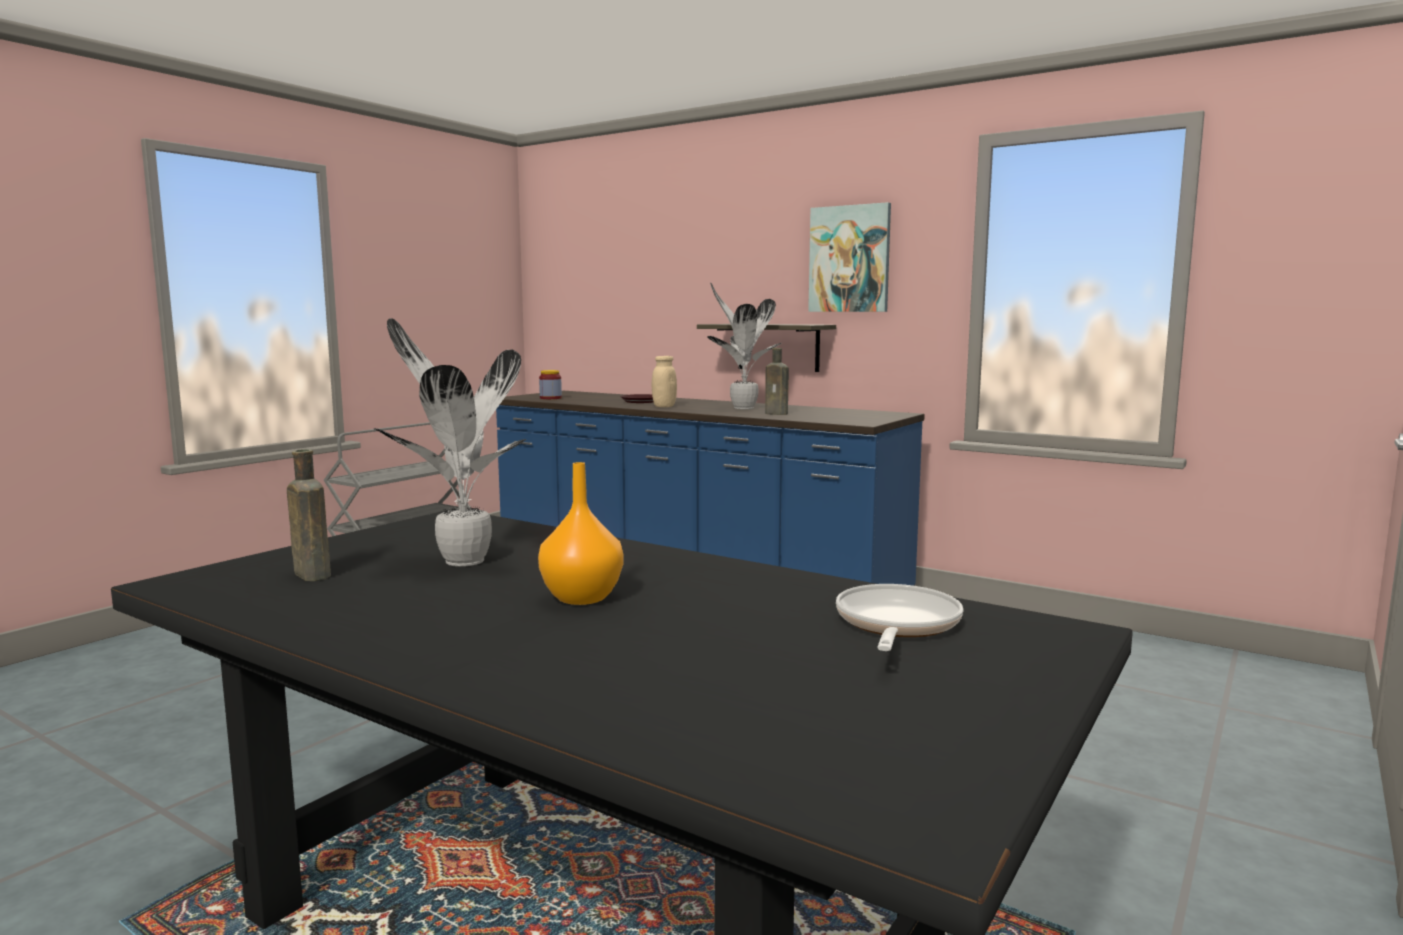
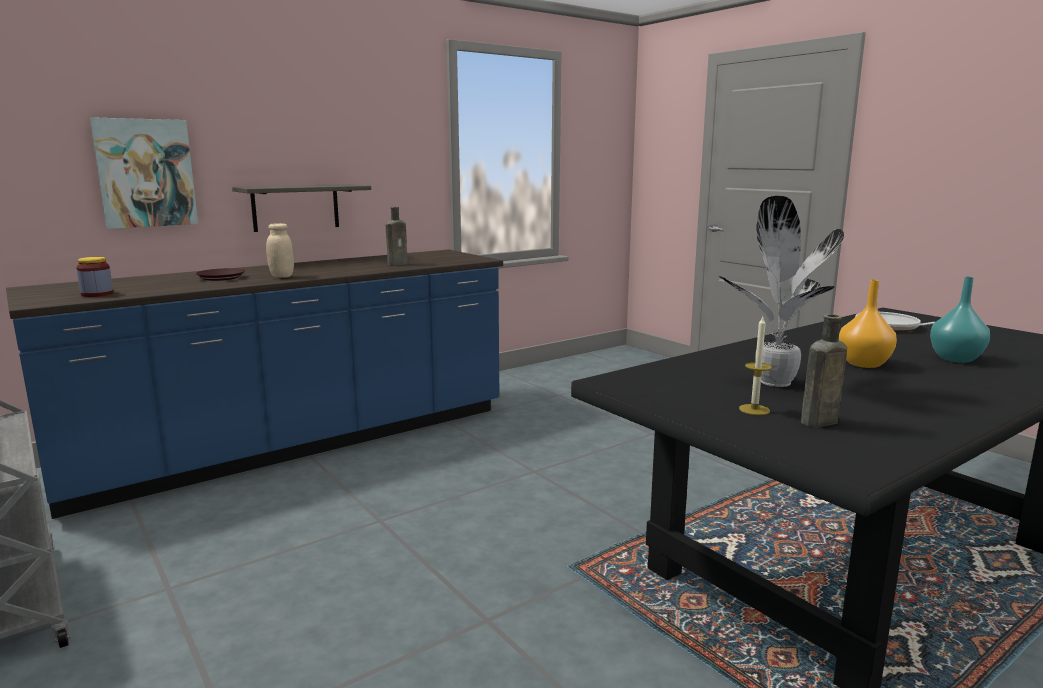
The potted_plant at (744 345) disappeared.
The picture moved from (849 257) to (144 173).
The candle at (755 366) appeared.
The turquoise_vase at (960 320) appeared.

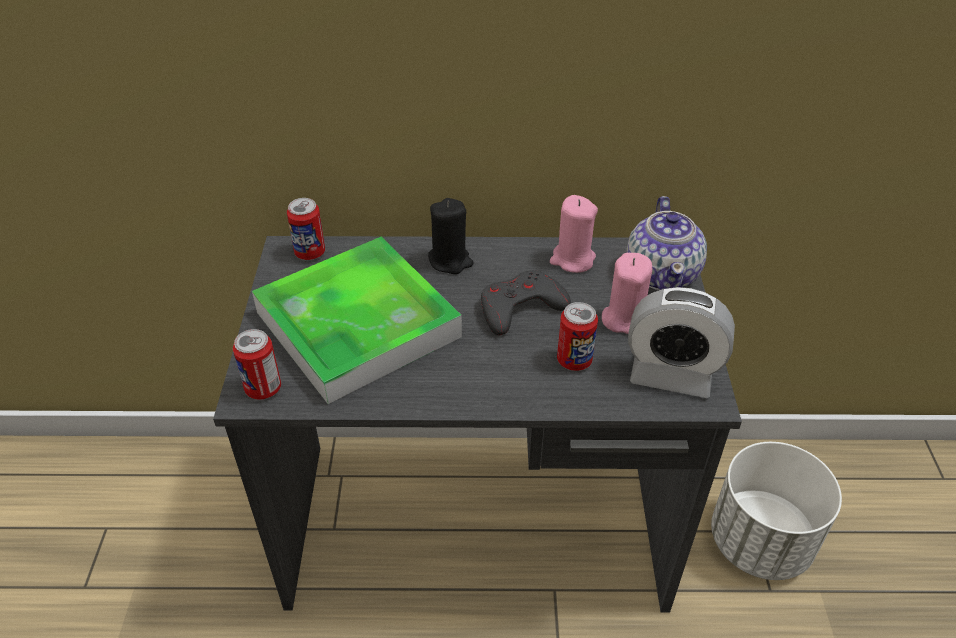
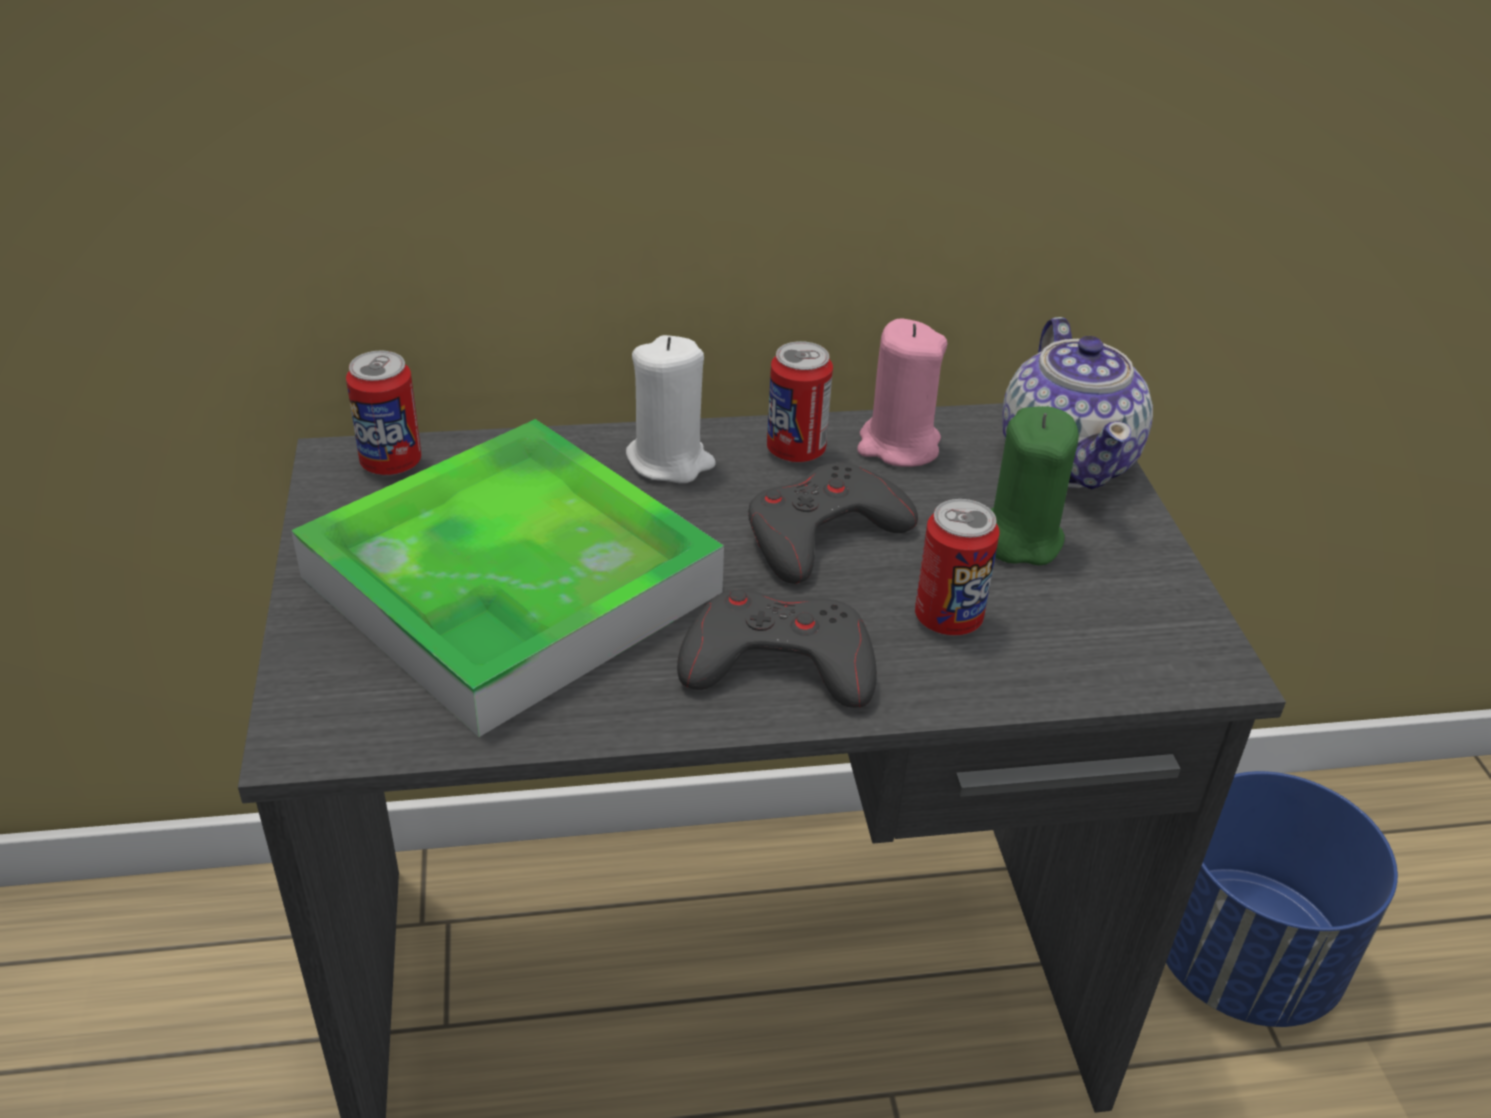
The can moved from (257 364) to (800 402).
The black_candle at (451 236) became the white_candle at (671 409).
The pink_candle at (627 293) became the green_candle at (1035 485).
The alarm_clock at (681 342) disappeared.
The white_planter at (776 511) became the blue_planter at (1282 899).
The grey_game_controller at (777 649) appeared.

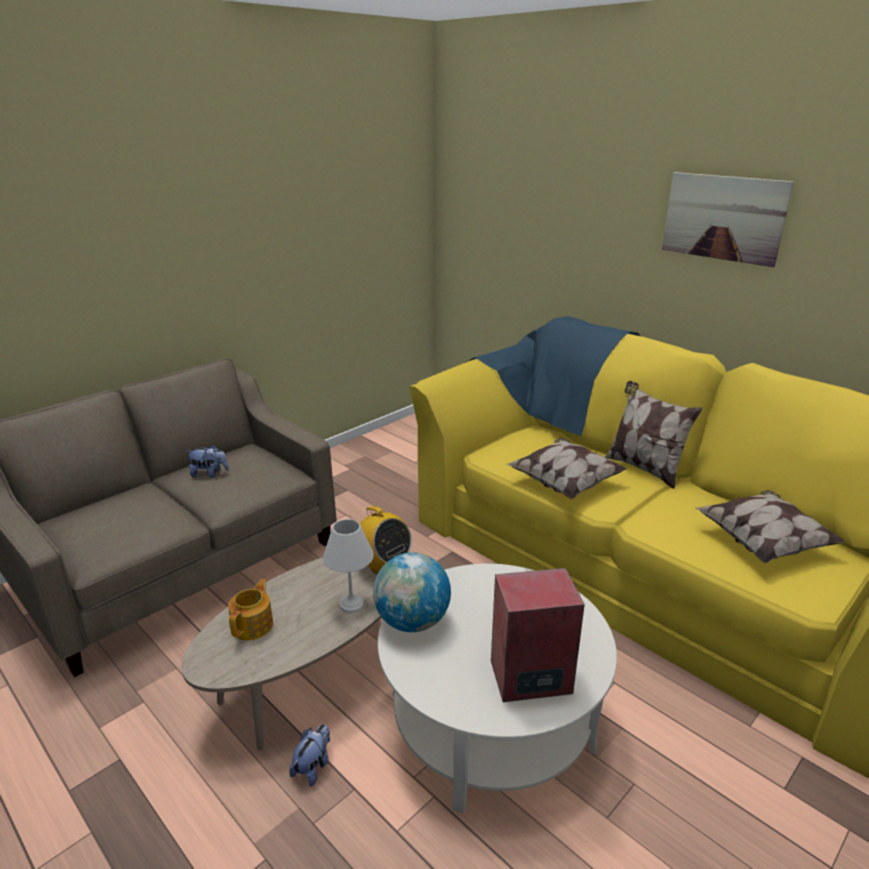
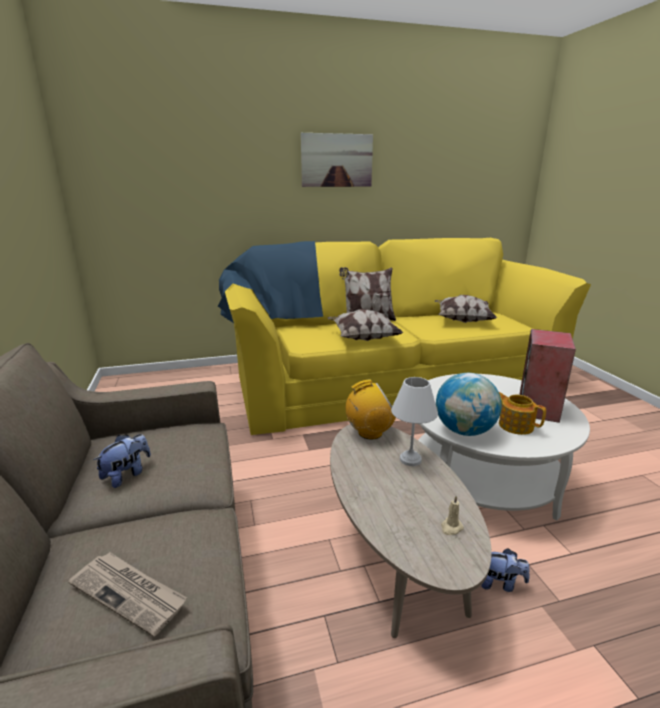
The teapot moved from (250 609) to (522 413).
The plush_toy at (309 755) turned 135 degrees clockwise.
The newspaper at (128 594) appeared.
The beige_candle at (452 515) appeared.

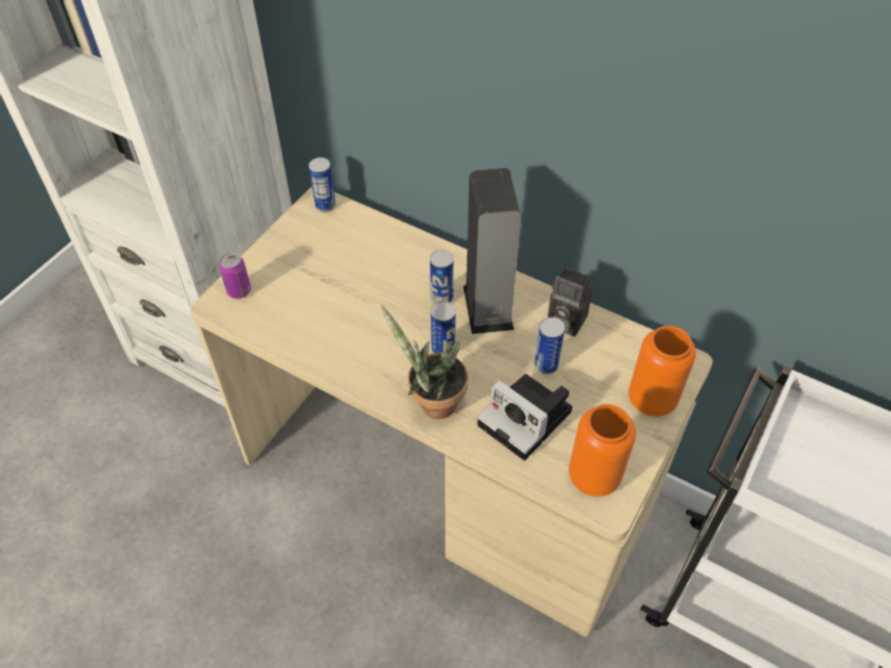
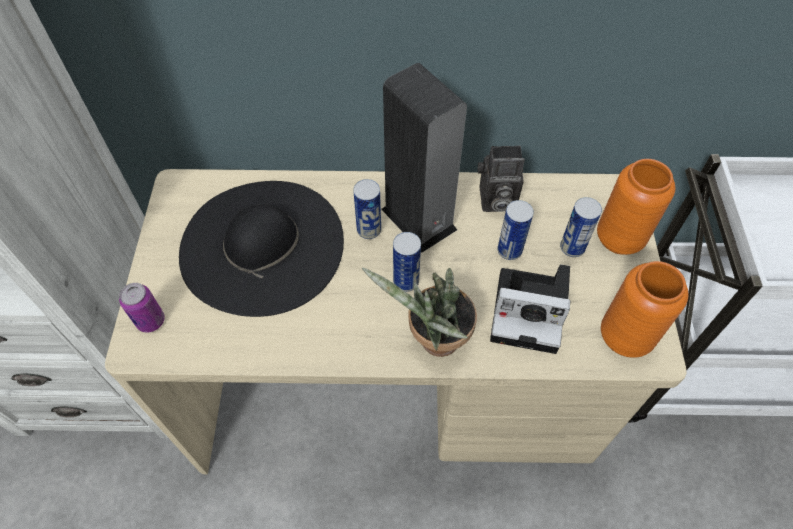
The can moved from (322 184) to (581 227).
The black_hat at (261 249) appeared.

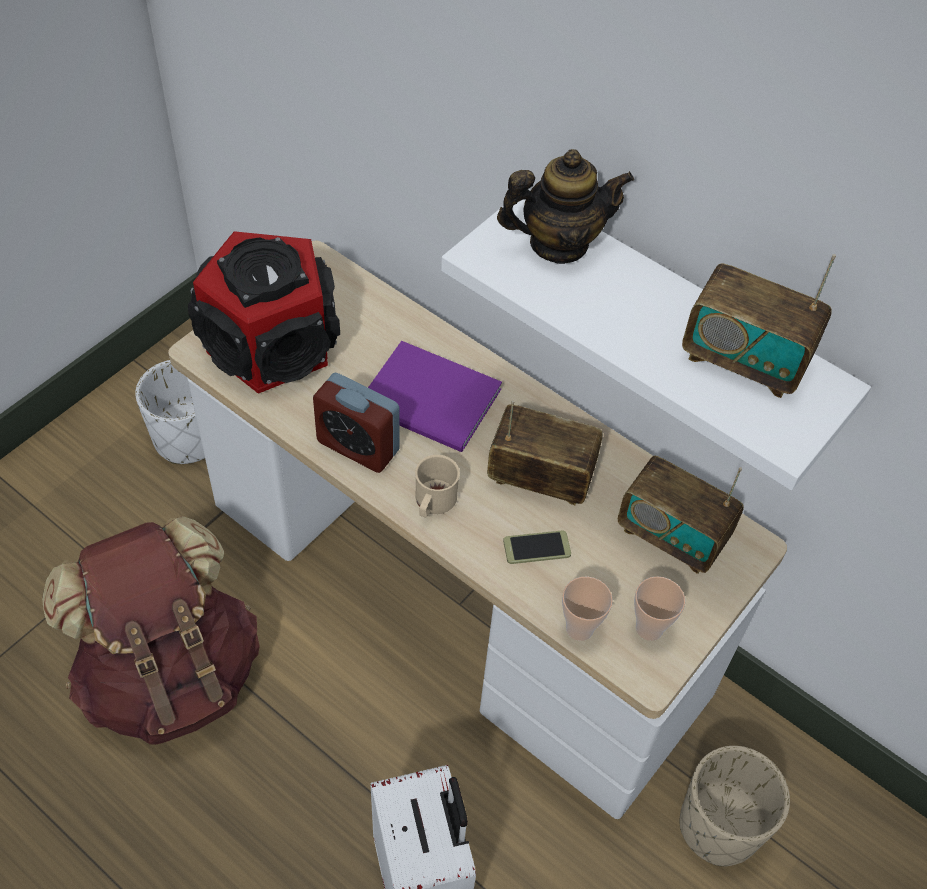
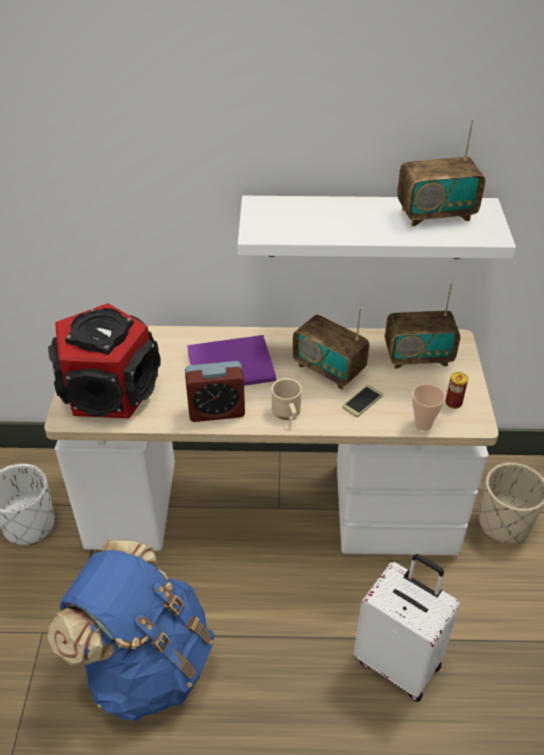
The brown_backpack at (151 630) became the blue_backpack at (131 631).
The radio at (545 452) turned 120 degrees counterclockwise.
The teapot at (565 206) disappeared.
The cup at (659 608) was replaced by the can at (456 390).

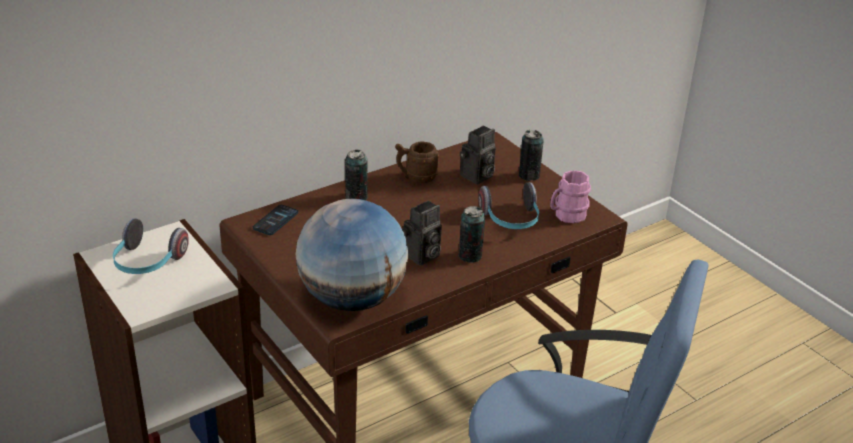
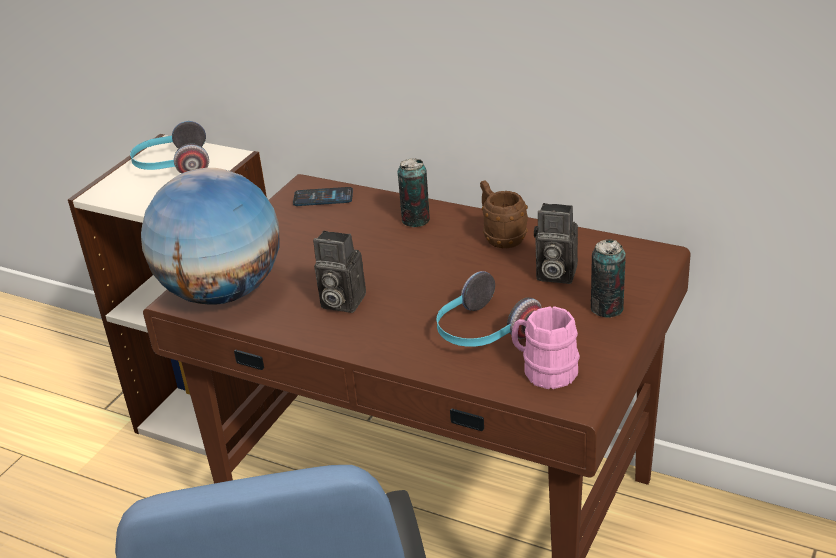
The can at (471 234) disappeared.

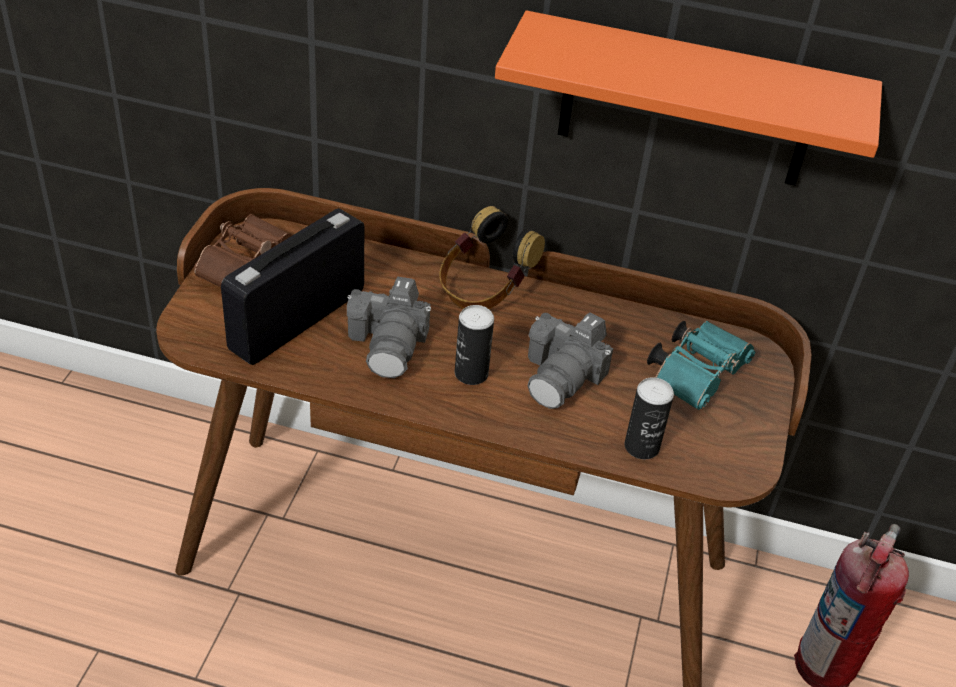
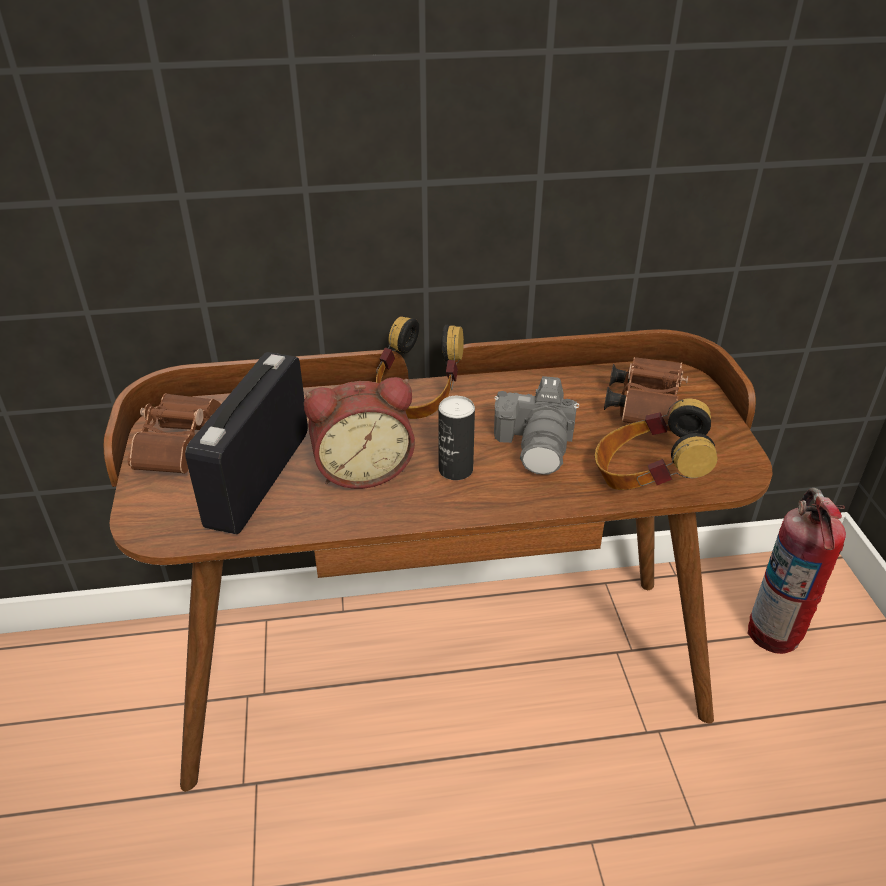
The photo_camera at (389 327) was replaced by the alarm_clock at (359 433).
The orange_shelf at (688 97) disappeared.
The can at (649 418) was replaced by the headphones at (656 444).
The turquoise_binoculars at (701 365) became the brown_binoculars at (646 394).

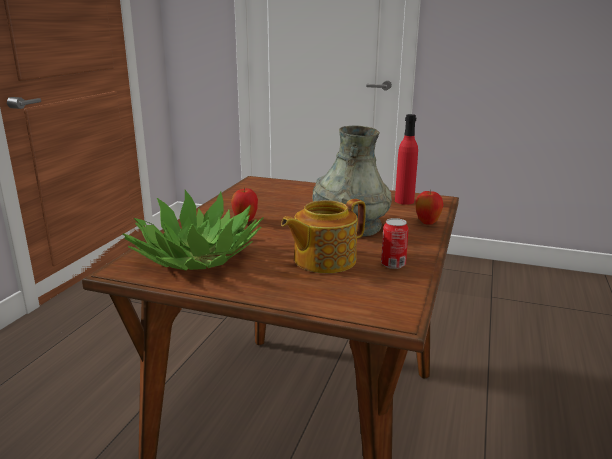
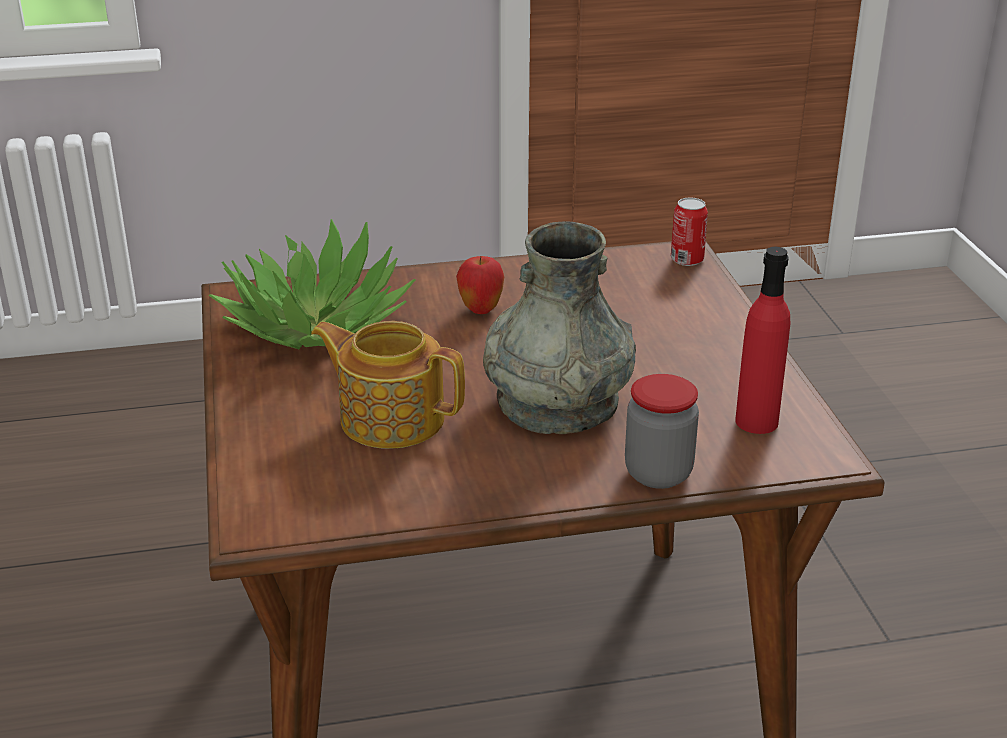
The can moved from (395 243) to (689 232).
The apple at (430 208) was replaced by the jar at (662 431).

